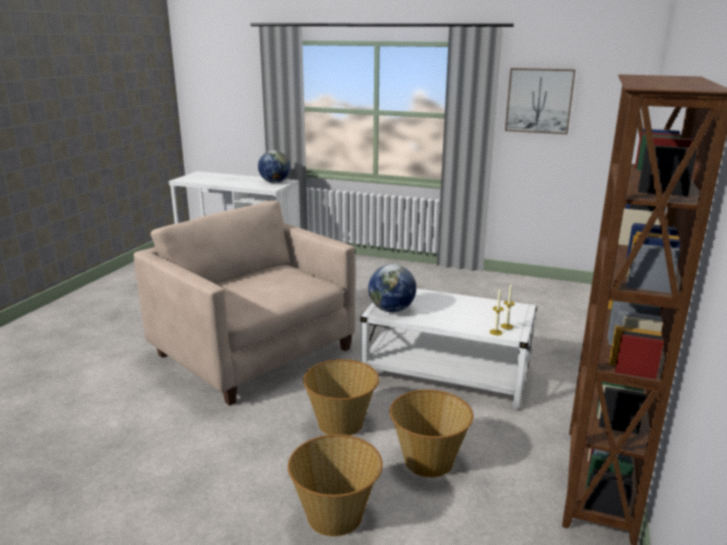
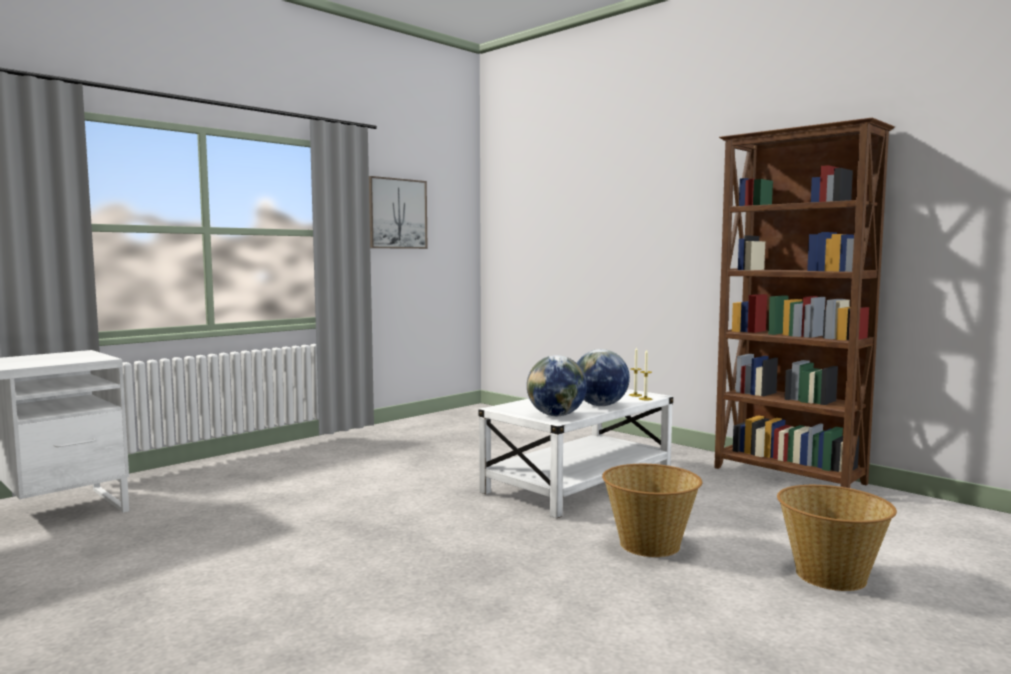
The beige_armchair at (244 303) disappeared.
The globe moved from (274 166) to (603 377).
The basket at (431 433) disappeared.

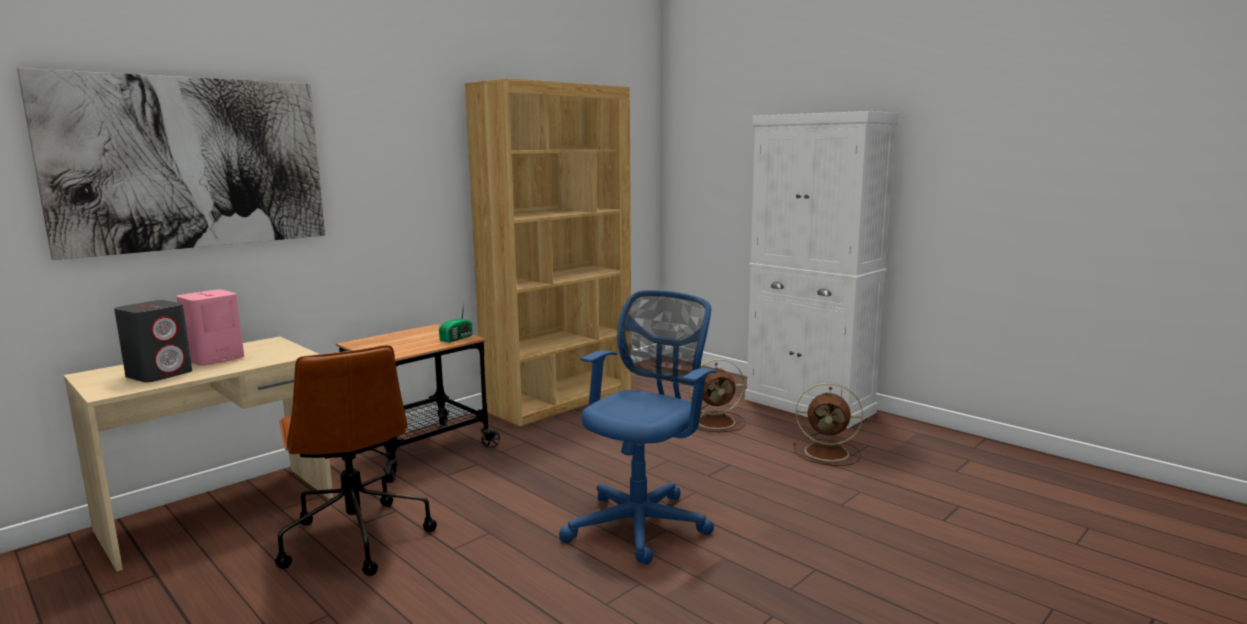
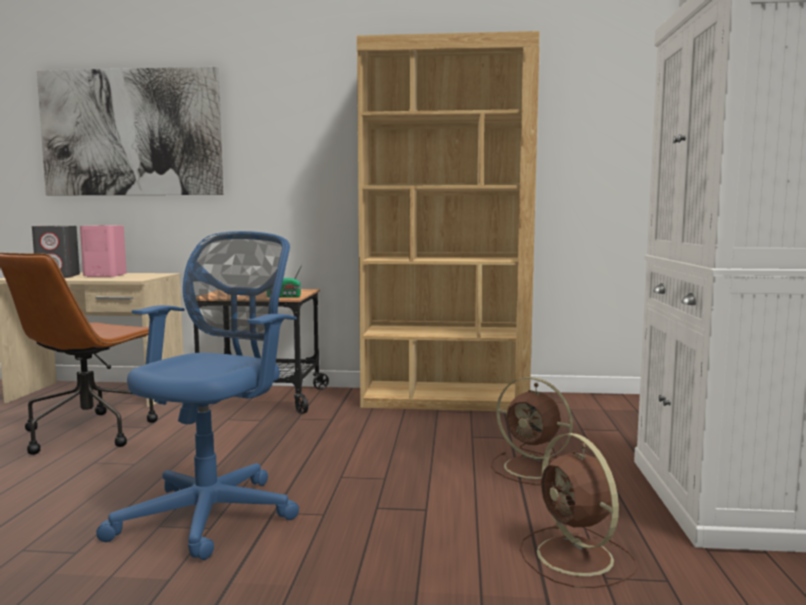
The blue_office_chair at (638 427) turned 60 degrees counterclockwise.

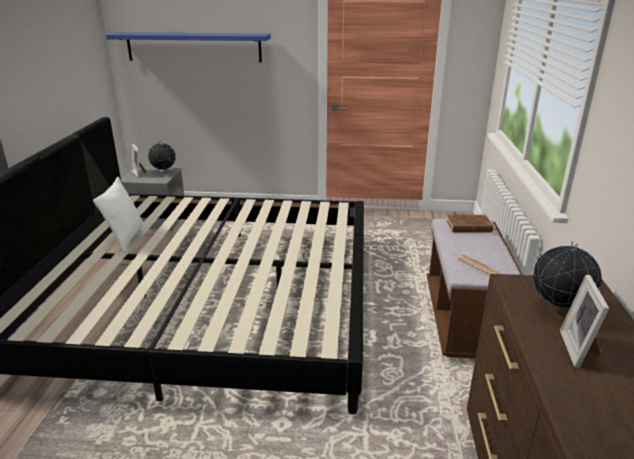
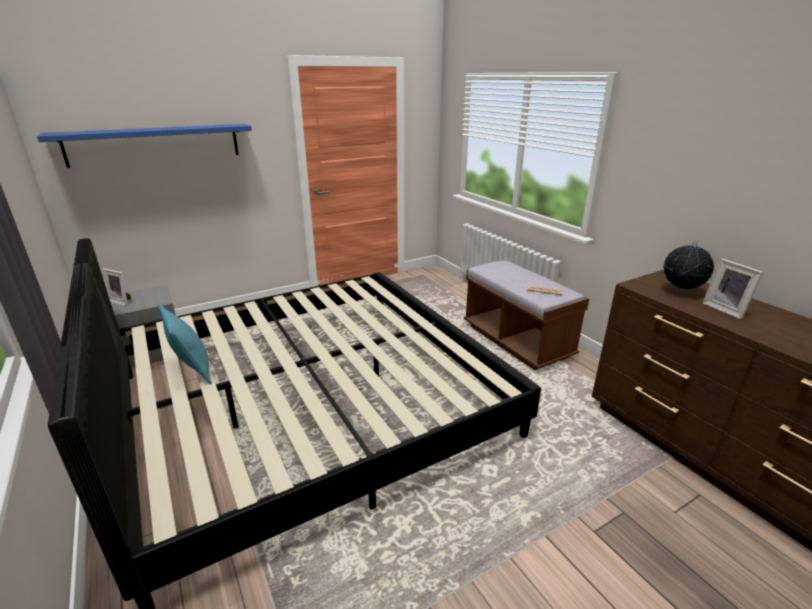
The white_pillow at (119 214) became the turquoise_pillow at (185 344).
The globe at (162 157) disappeared.
The brown_book at (472 223) disappeared.

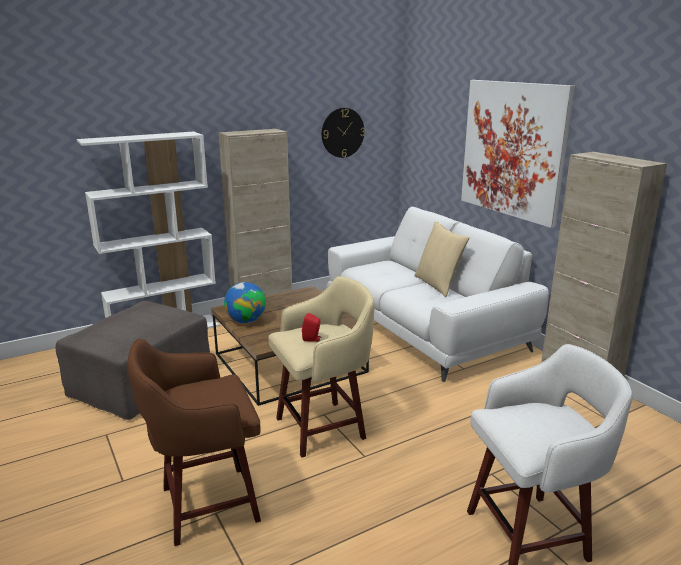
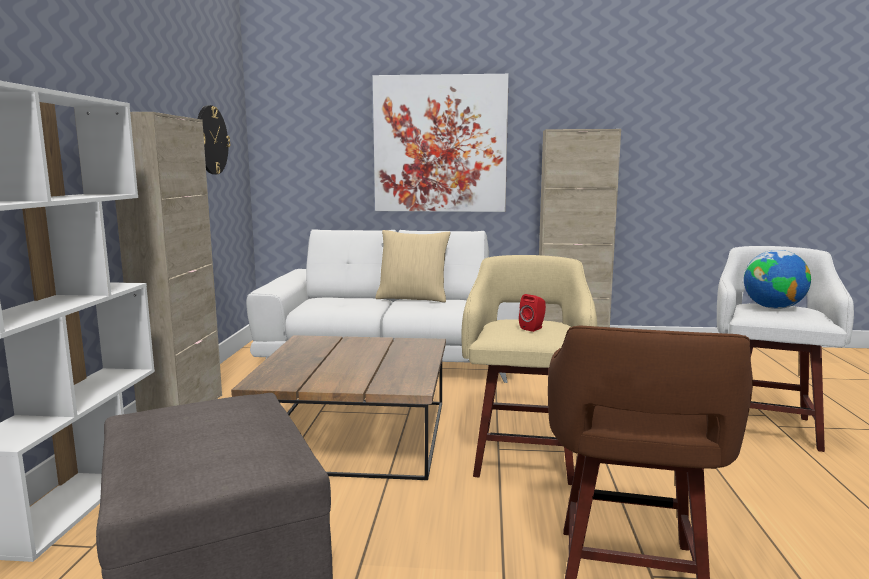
The globe moved from (245 302) to (777 279).

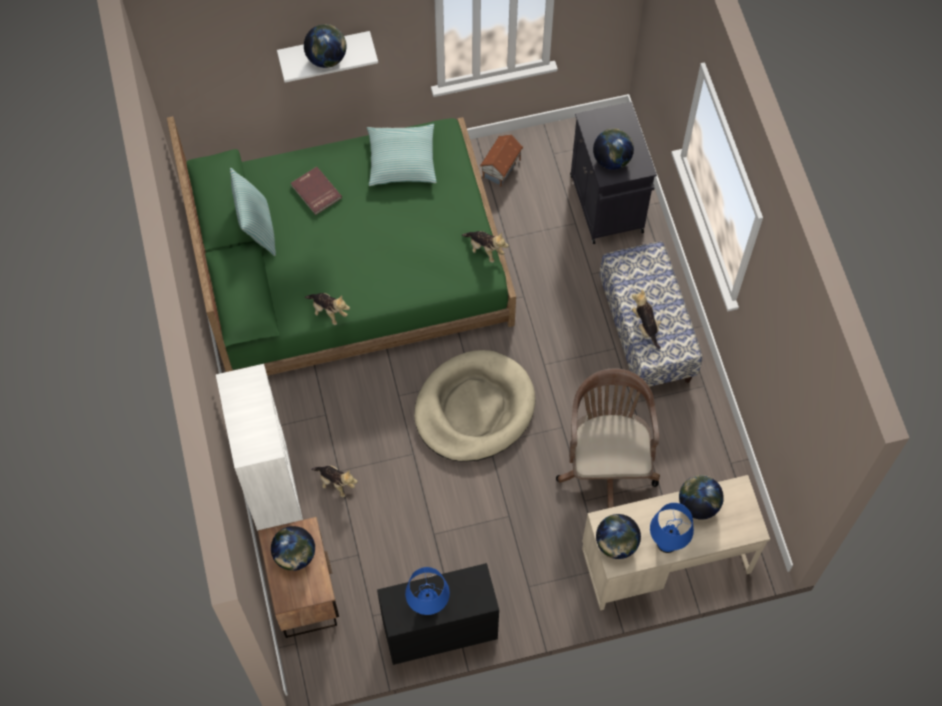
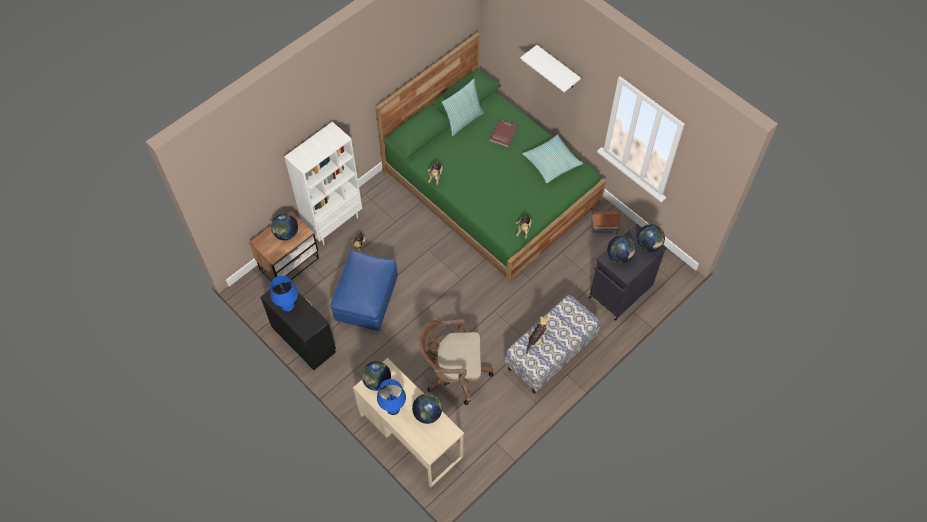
The globe moved from (325 46) to (651 238).
The beige_dog_bed at (475 406) disappeared.
The brown_office_chair at (608 438) turned 150 degrees counterclockwise.
The blue_ottoman at (364 291) appeared.

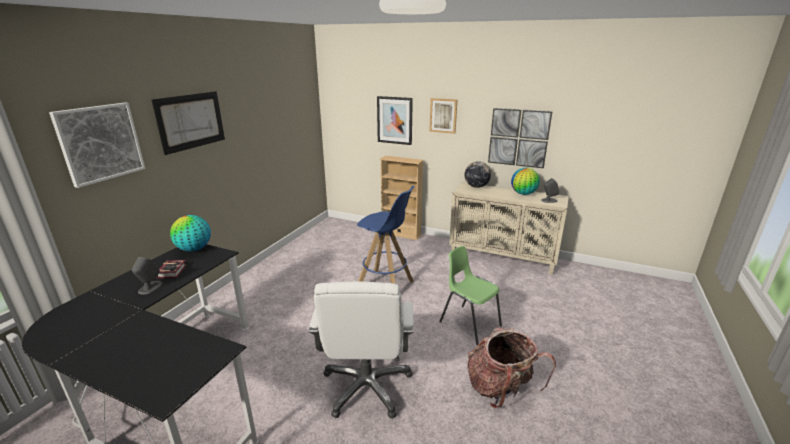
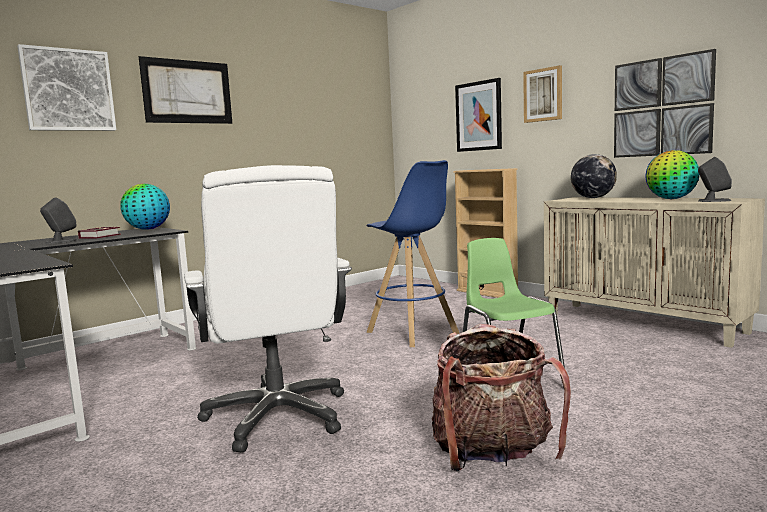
The white_office_chair at (361 350) turned 45 degrees counterclockwise.

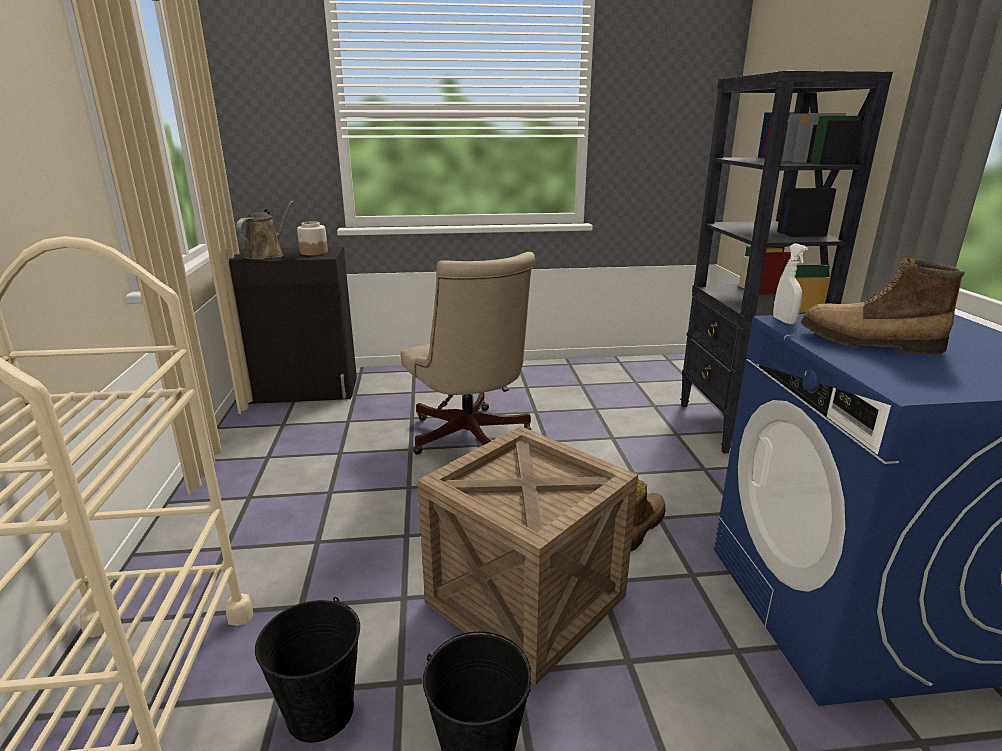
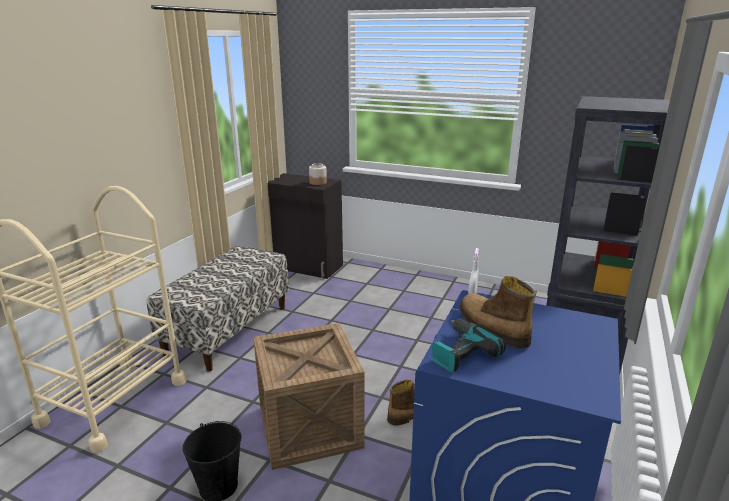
The brown_watering_can at (265 230) disappeared.
The black_bucket at (307 670) disappeared.
The beige_office_chair at (467 353) disappeared.
The bench at (218 309) appeared.
The power_drill at (469 345) appeared.

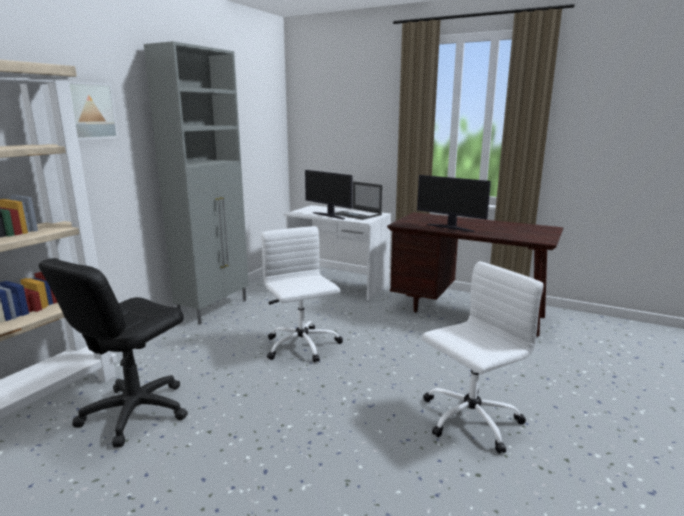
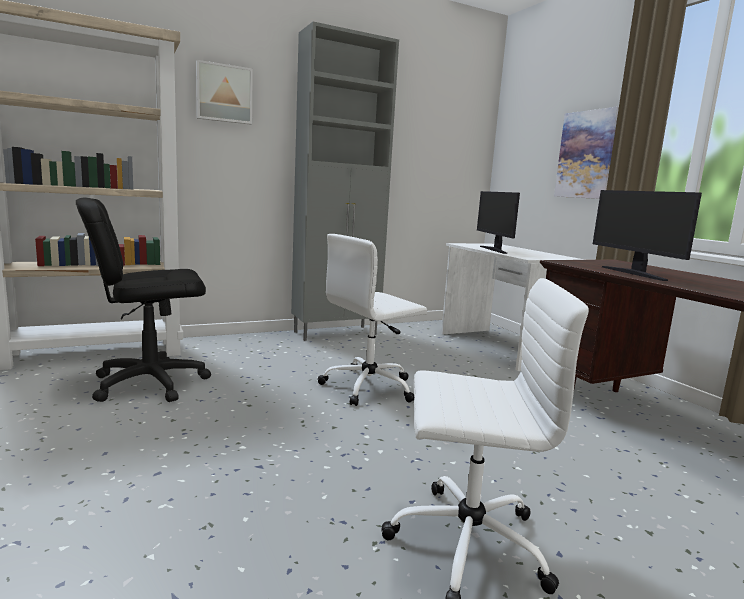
The white_office_chair at (302 294) turned 135 degrees counterclockwise.
The laptop at (358 200) disappeared.
The picture at (586 152) appeared.

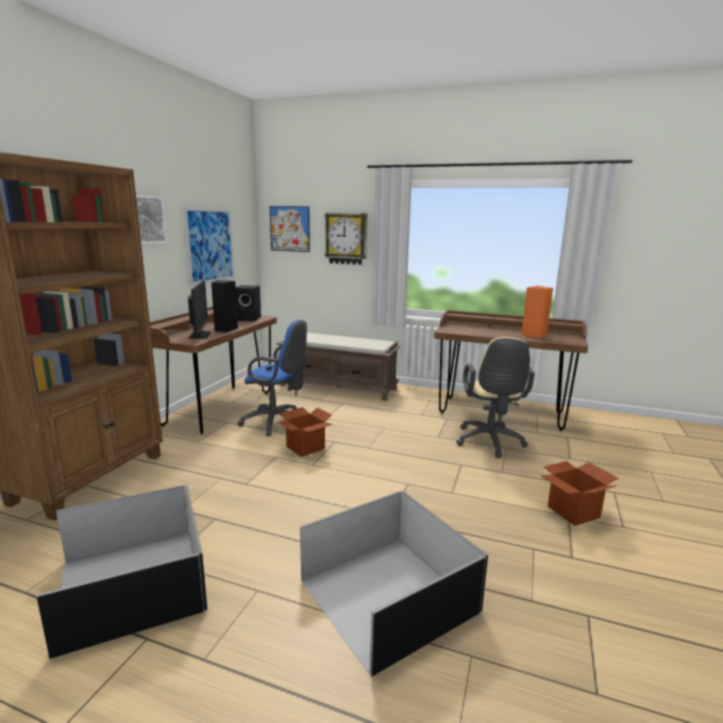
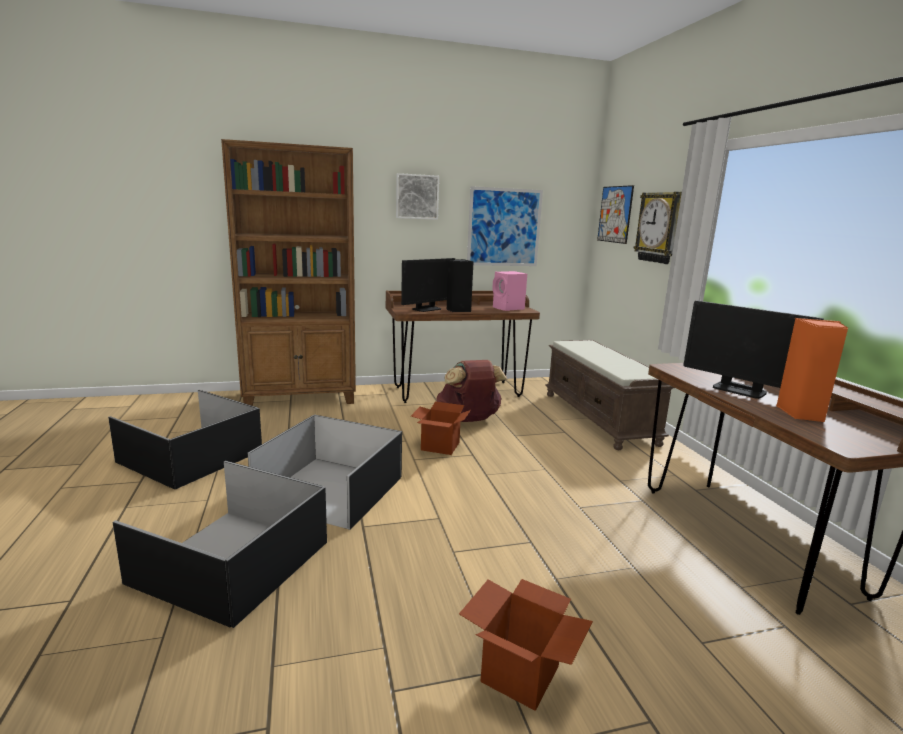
The black_speaker at (248 303) became the pink_speaker at (509 291).
The blue_office_chair at (272 378) was replaced by the brown_backpack at (471 391).
The beige_office_chair at (495 397) disappeared.
The black_storage_box at (325 472) appeared.
The monitor at (753 350) appeared.

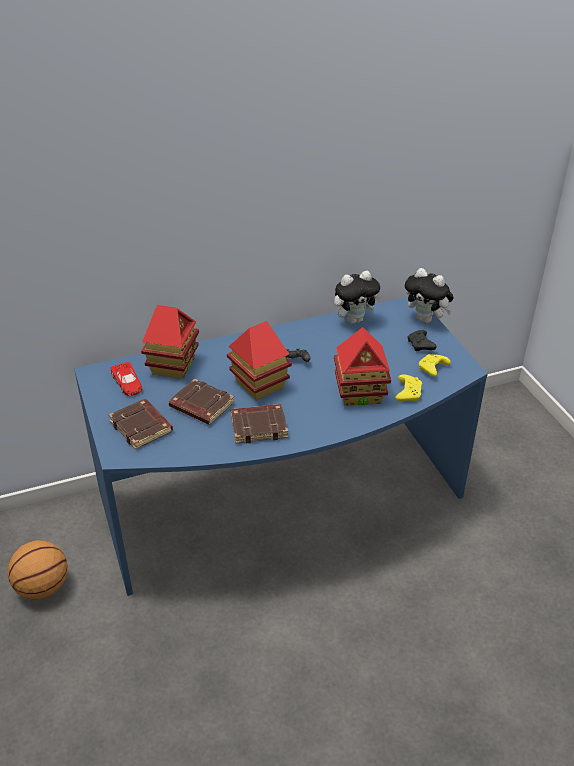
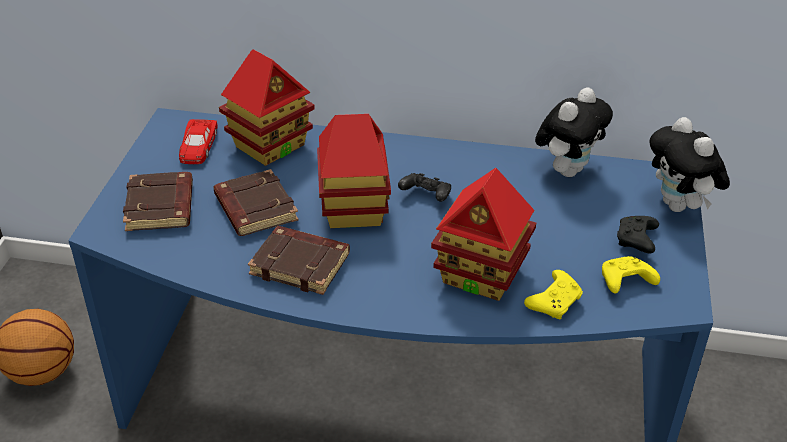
The plush_toy at (358 297) turned 60 degrees counterclockwise.

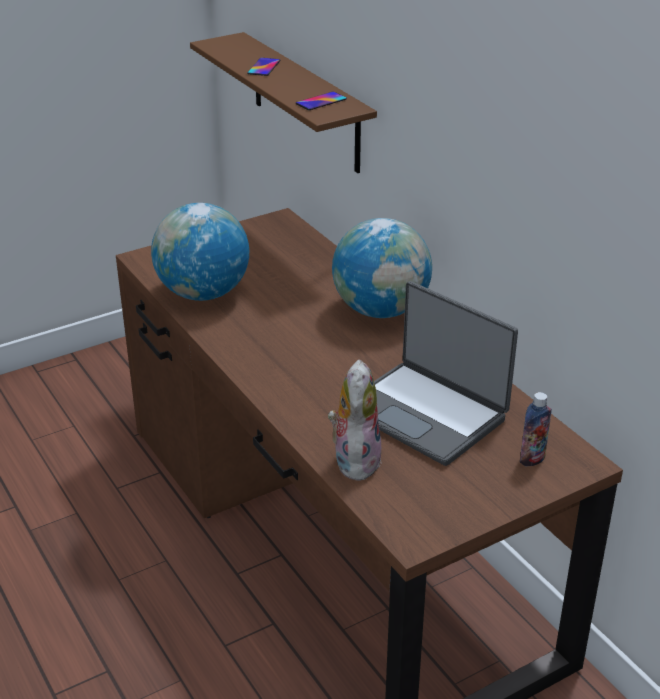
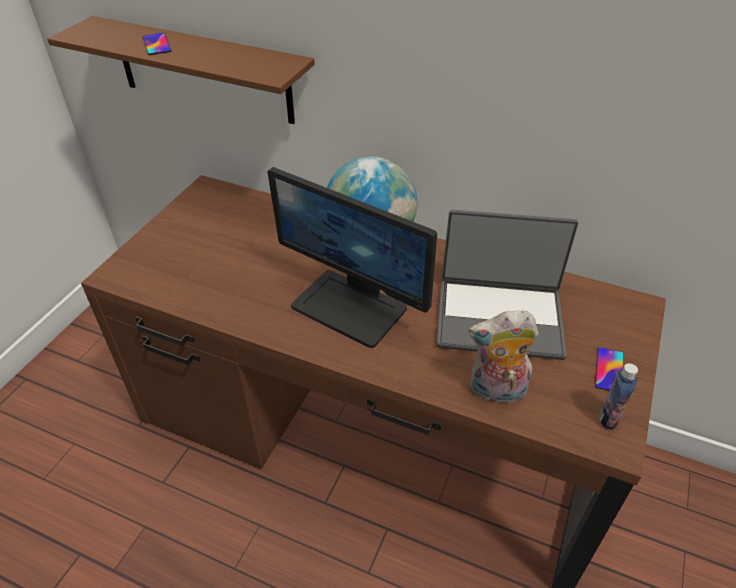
The globe at (200 252) disappeared.
The phone moved from (321 101) to (609 369).
The plush_toy at (354 420) turned 60 degrees counterclockwise.
The bottle moved from (536 429) to (619 396).
The monitor at (352 257) appeared.

